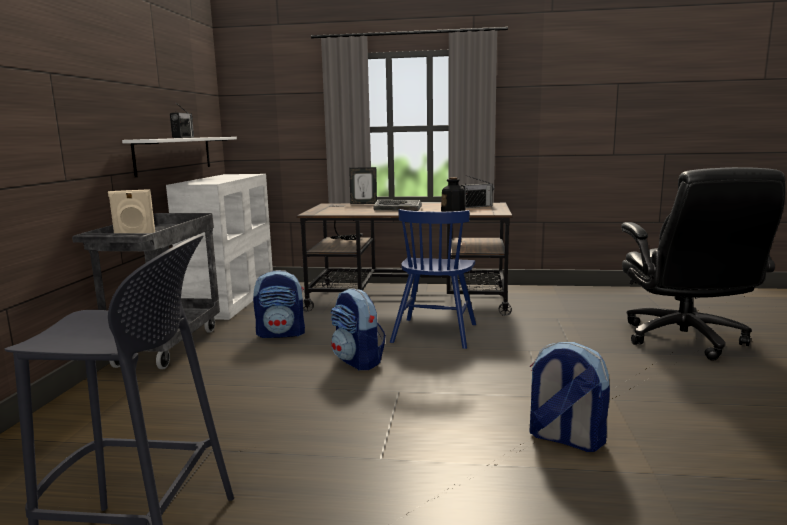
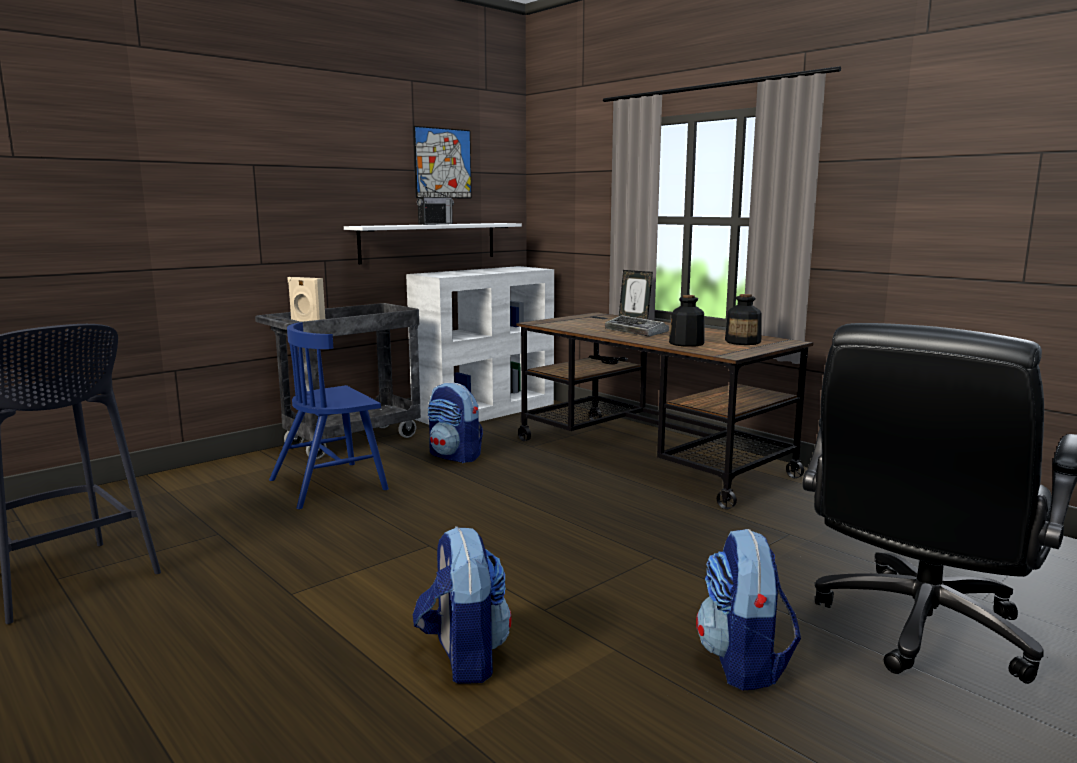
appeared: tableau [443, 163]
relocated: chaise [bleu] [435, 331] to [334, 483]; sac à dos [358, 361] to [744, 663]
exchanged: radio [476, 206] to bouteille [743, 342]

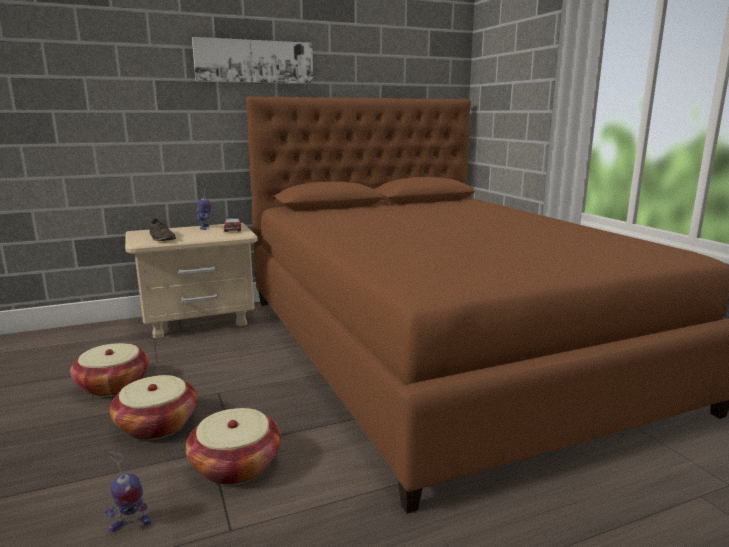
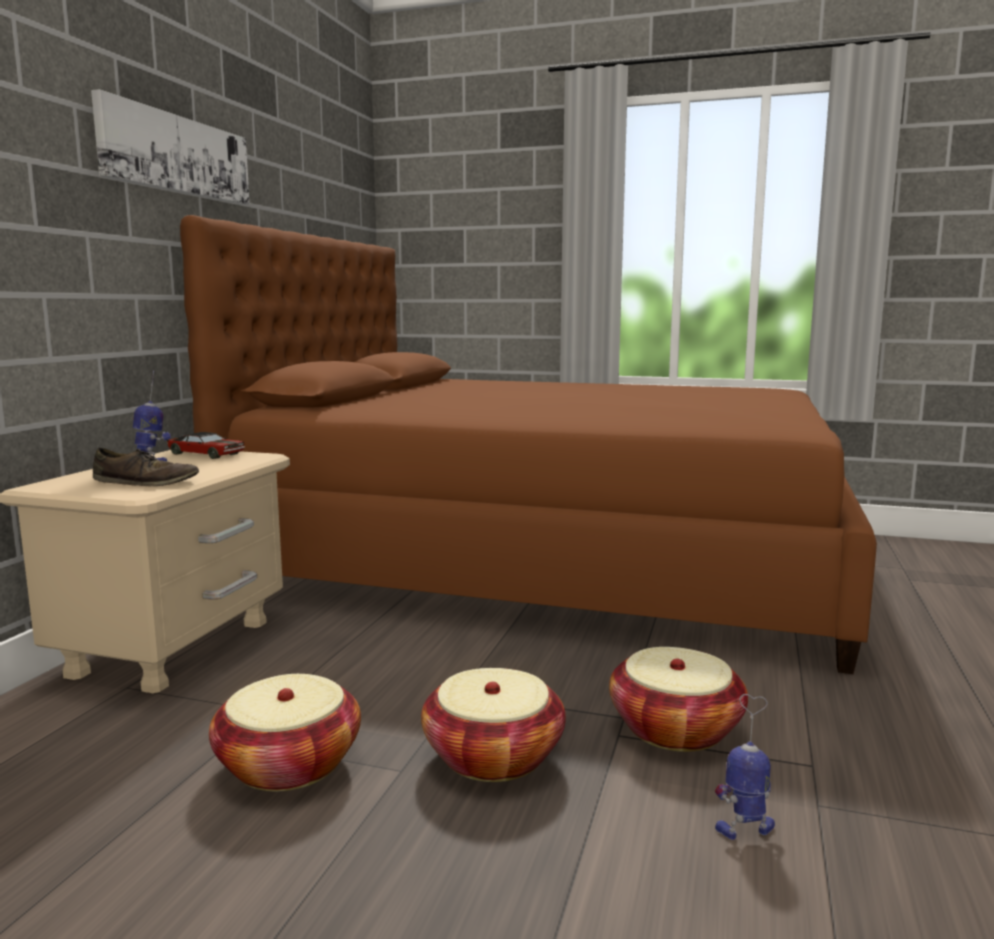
spun: robot jouet [130, 525] = [746, 829] 120 degrees counterclockwise

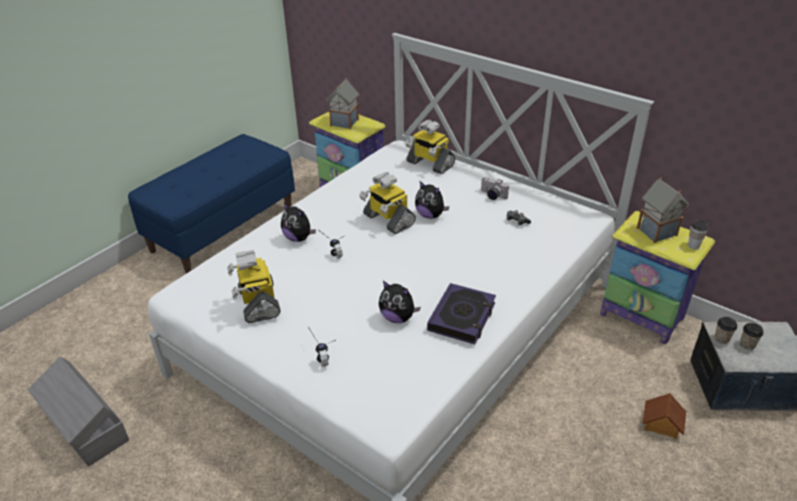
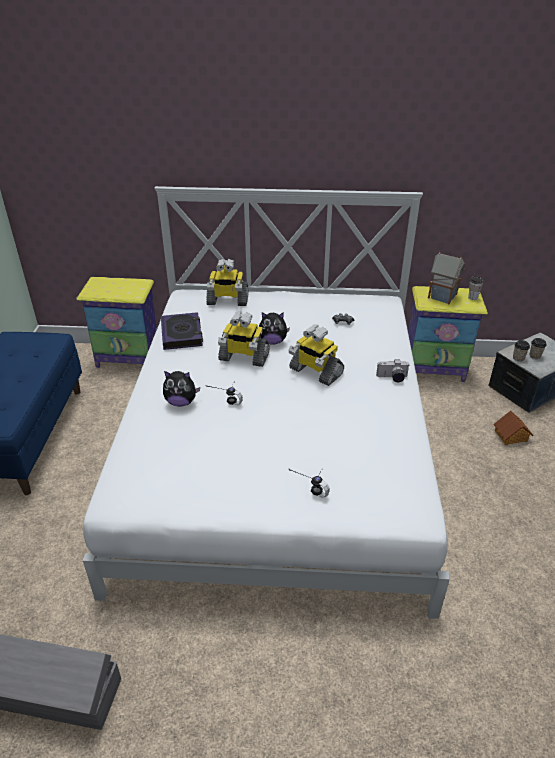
missing: maison miniature [344, 123]; peluche [398, 317]
relocated: livre [462, 317] to [182, 334]; robot jouet [258, 303] to [315, 372]; appareil photo [492, 196] to [392, 378]

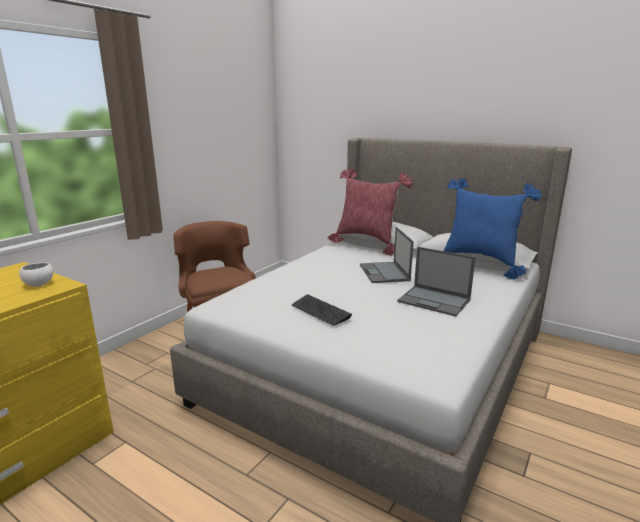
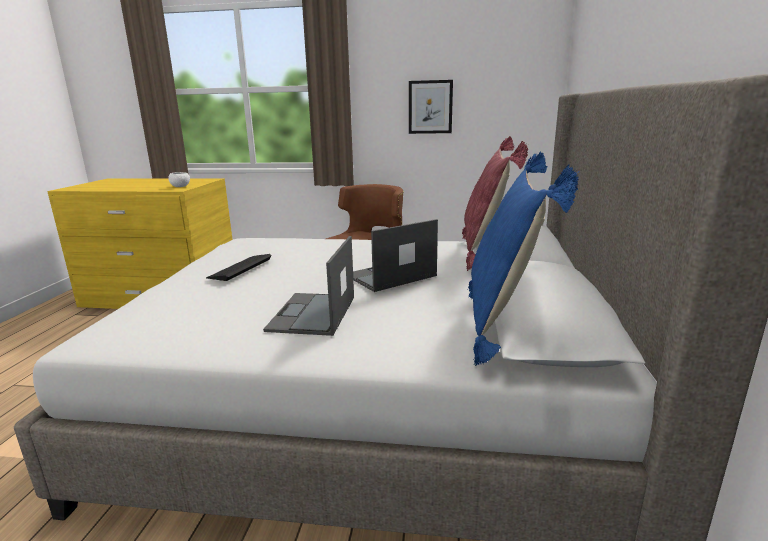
appeared: tableau [430, 107]

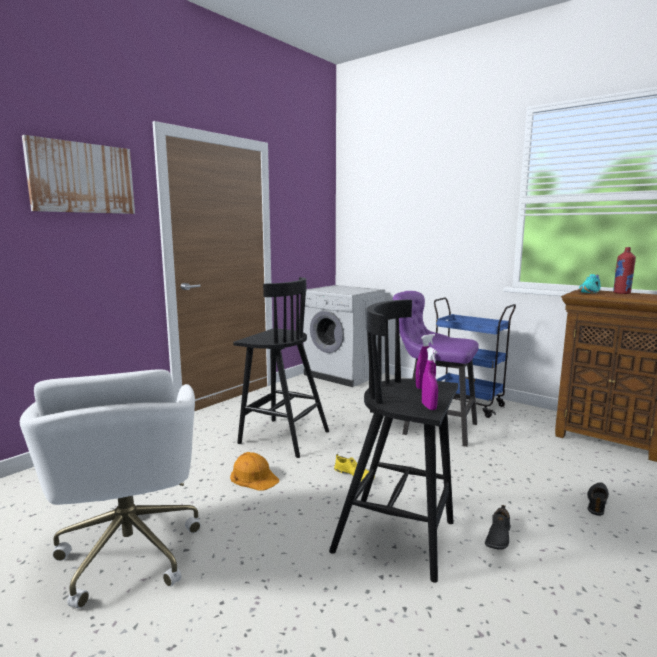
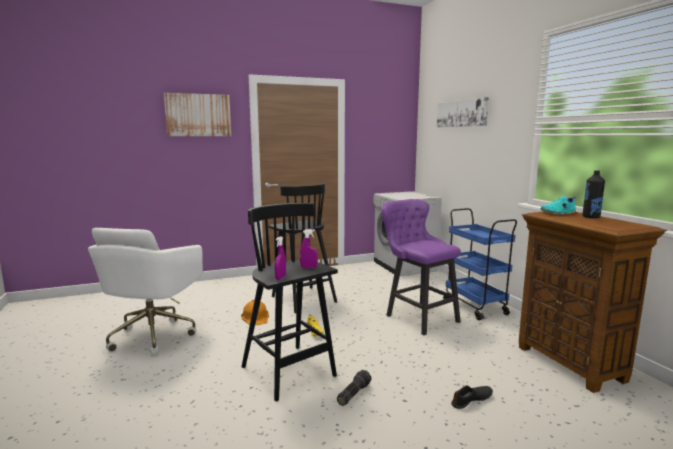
appeared: tableau [462, 113]
exchanged: chaussure [noir] [497, 537] to lampe de poche [353, 393]
colour: bouteille [rouge] [621, 293] to bouteille [noir] [591, 217]

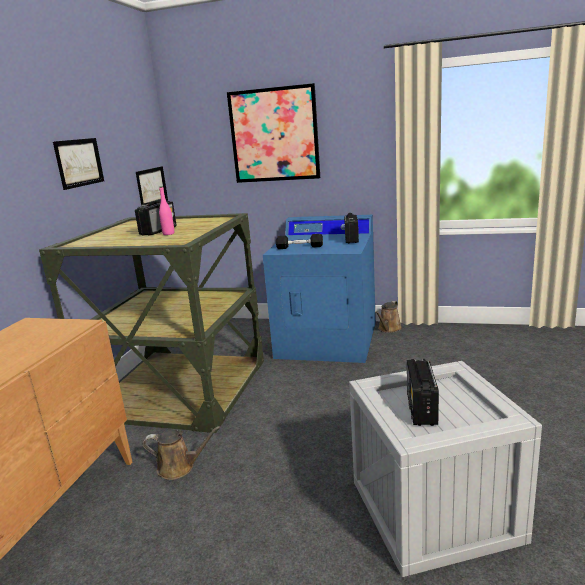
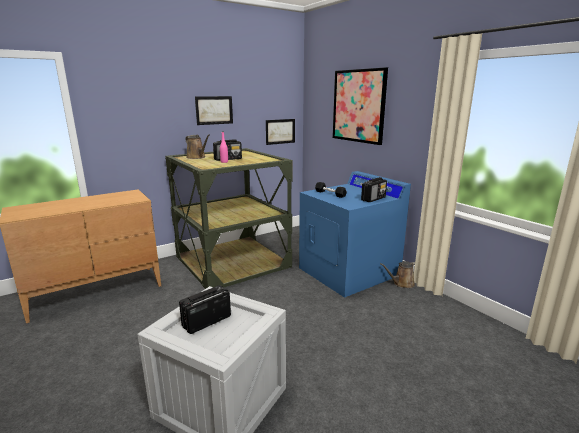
relocated: arrosoir [marron] [179, 467] to [197, 157]

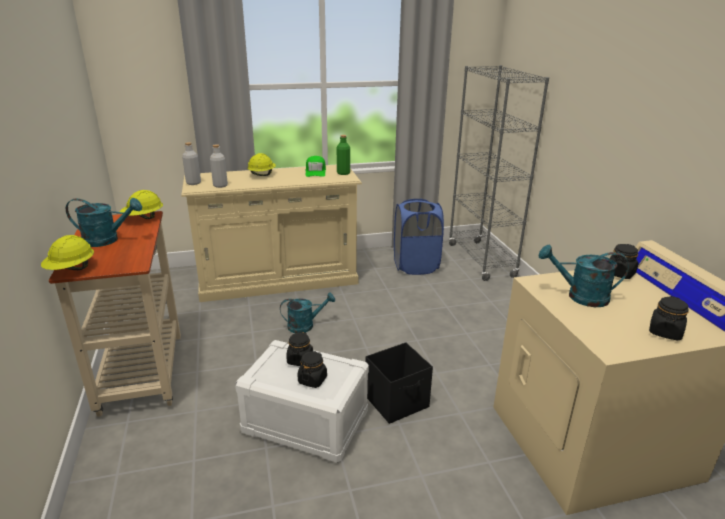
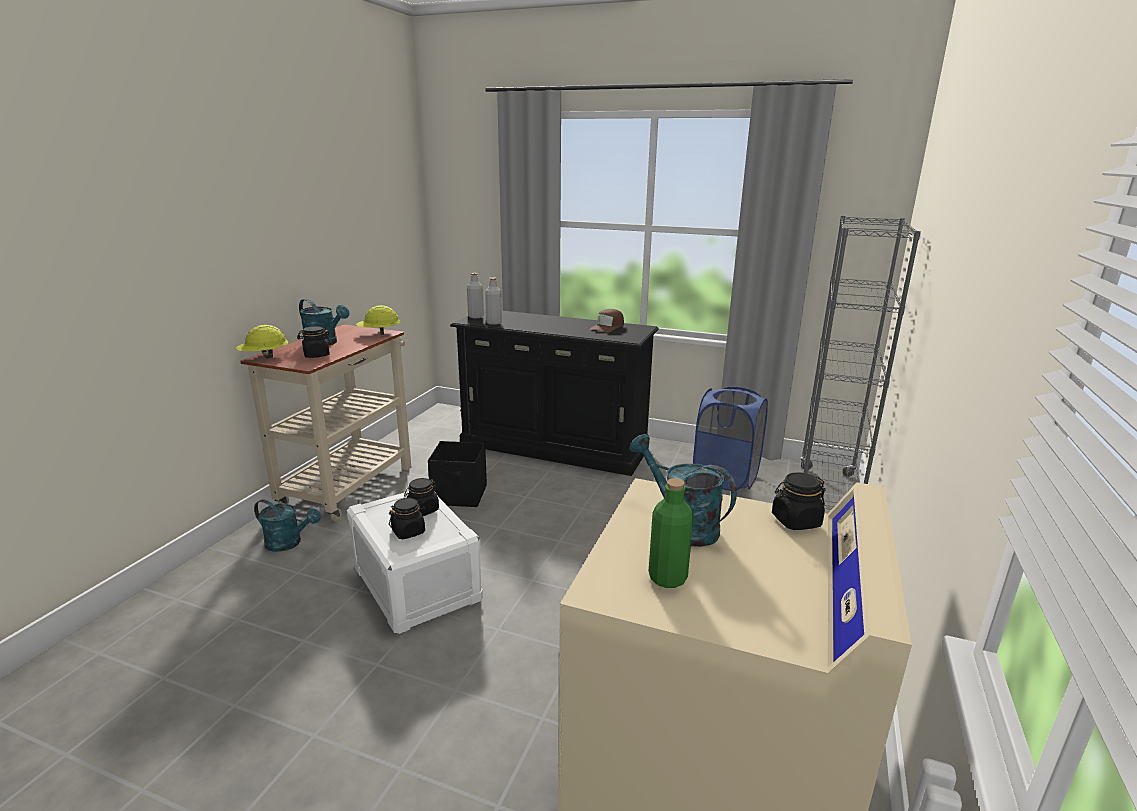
missing: casque de chantier [jaune] [262, 175]
relocated: arrosoir [turquoise] [305, 325] to [289, 543]; bocal [noir] [665, 332] to [316, 355]; boîte de rangement [noir] [397, 402] to [460, 495]; bouteille [vert] [343, 173] to [667, 578]
colour: meuble de rangement [beige] [279, 279] to meuble de rangement [noir] [554, 446]; casquette [vert] [315, 171] to casquette [marron] [607, 327]

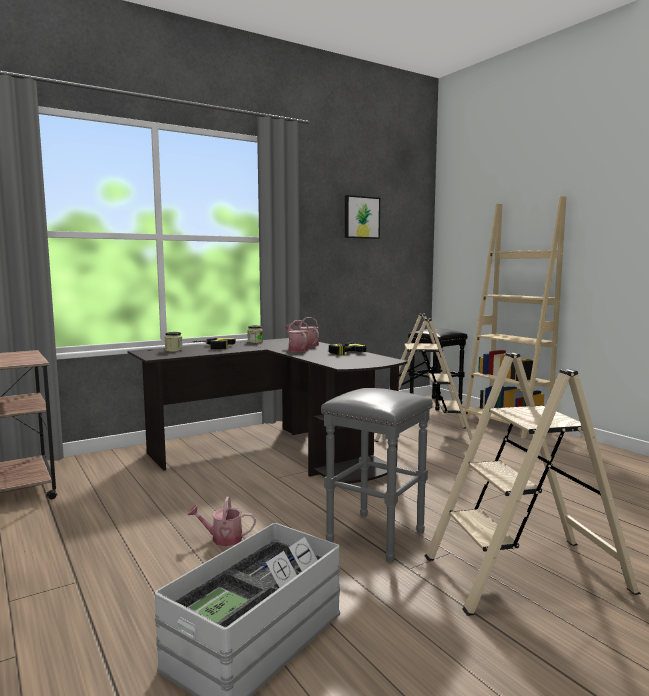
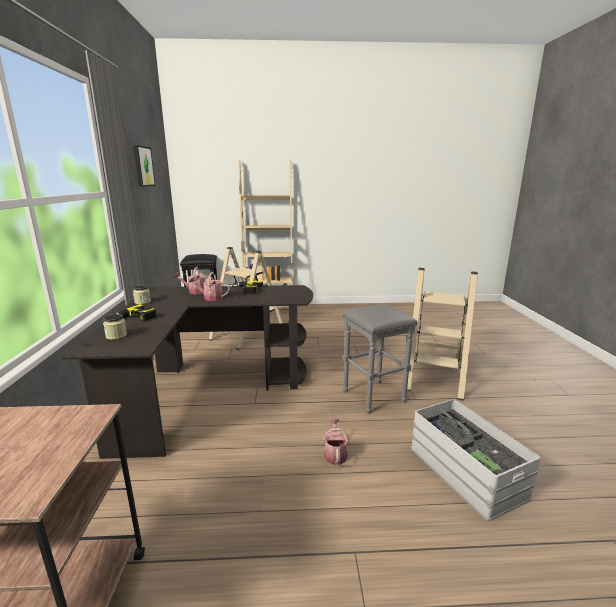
spun: arrosoir [222, 538] = [335, 454] 150 degrees clockwise

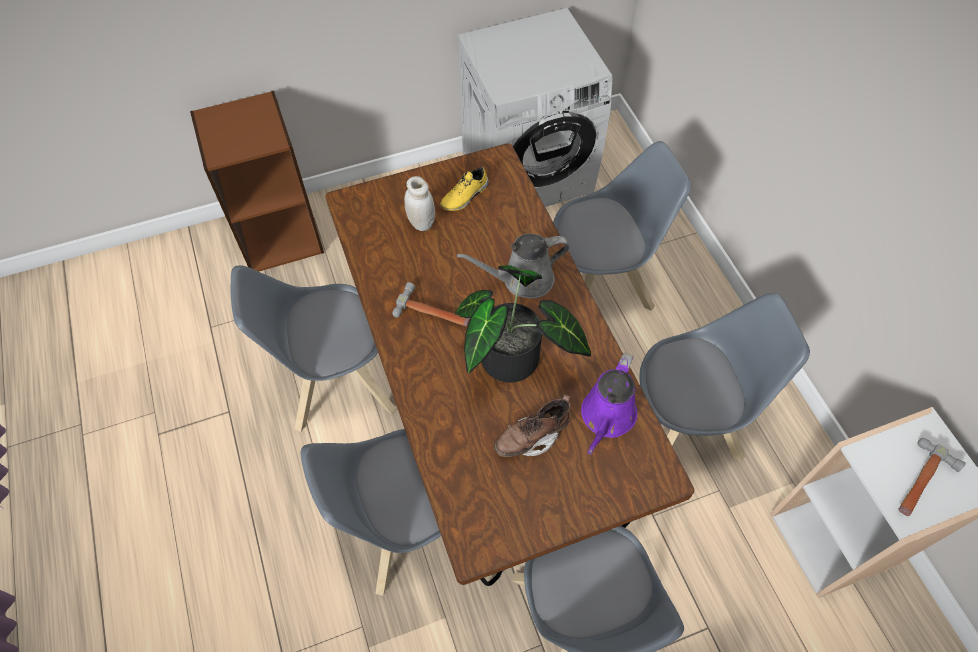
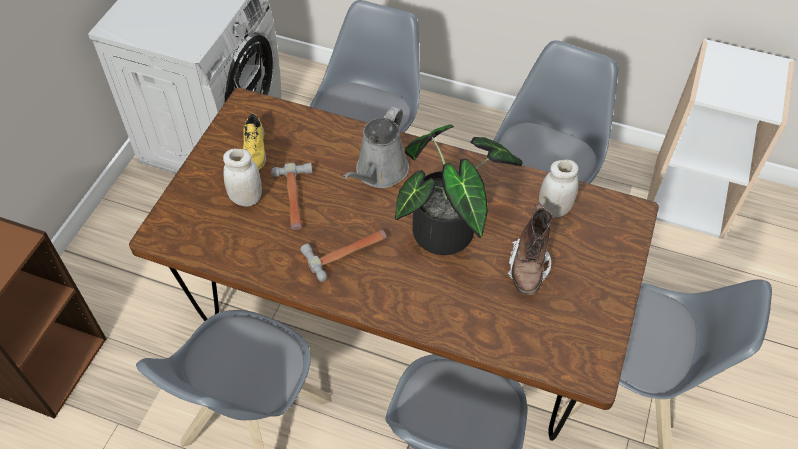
relocated: marteau [921, 483] to [294, 199]
exchanged: arrosoir [violet] [606, 418] to bocal [blanc] [554, 209]

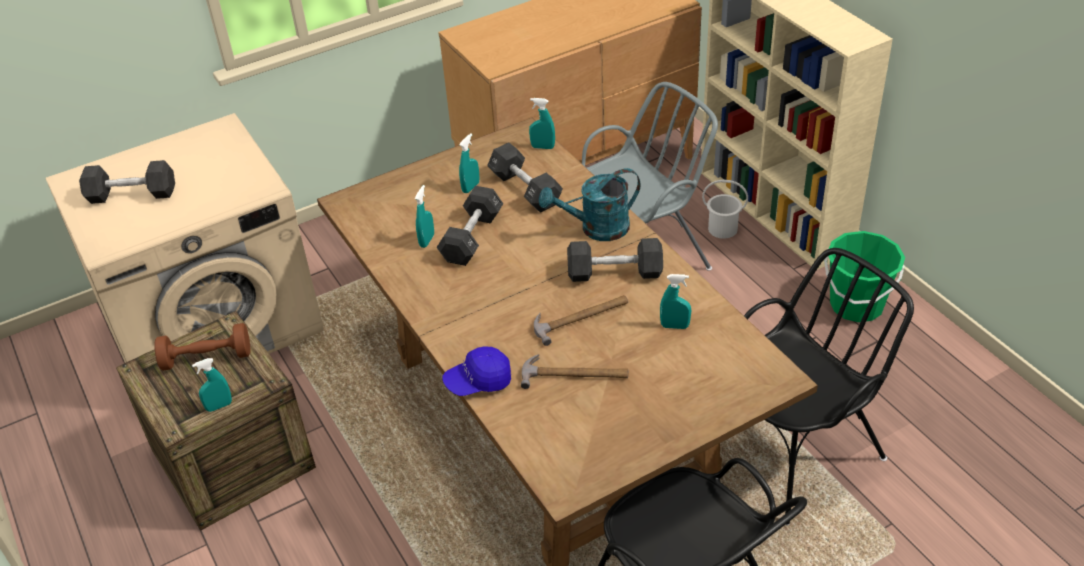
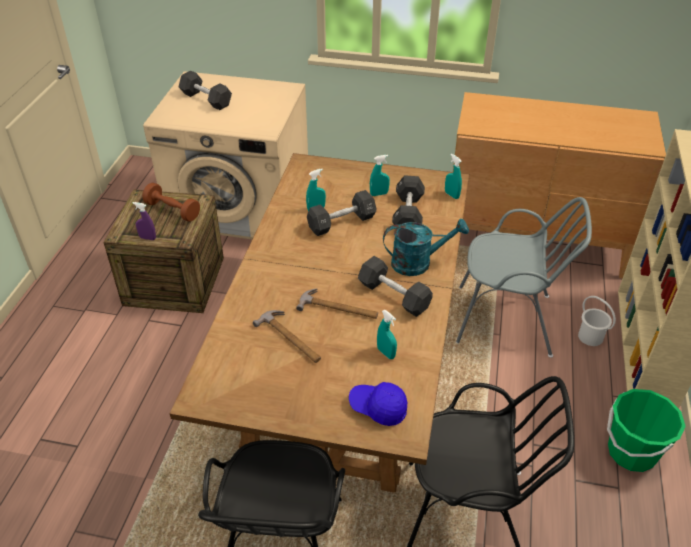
relocated: casquette [bleu] [478, 382] to [378, 408]
colour: vaporisateur [turquoise] [219, 406] to vaporisateur [violet] [147, 238]
spun: arrosoir [turquoise] [596, 229] = [418, 263] 150 degrees clockwise

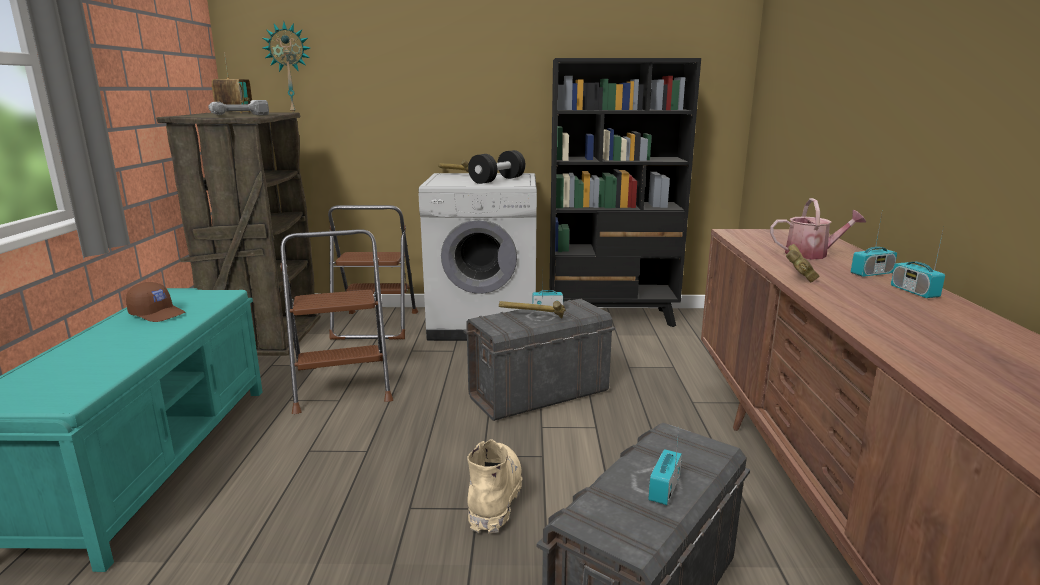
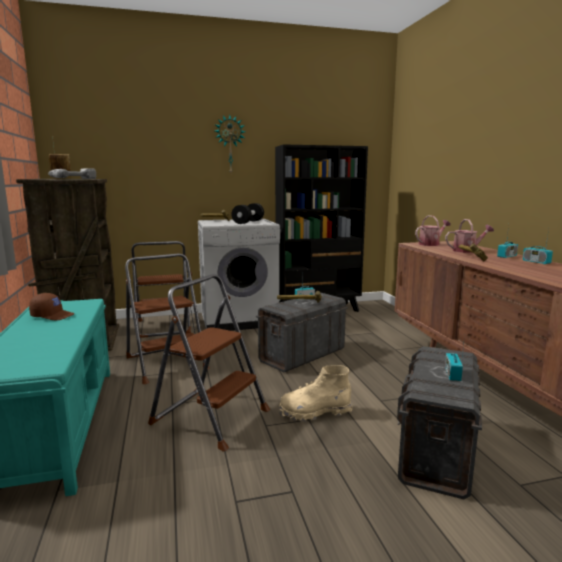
appeared: escabeau [marron] [207, 415]; arrosoir [431, 244]
relocated: horloge murale [290, 69] to [230, 145]
spun: botte [beige] [494, 497] = [315, 412] 90 degrees counterclockwise

